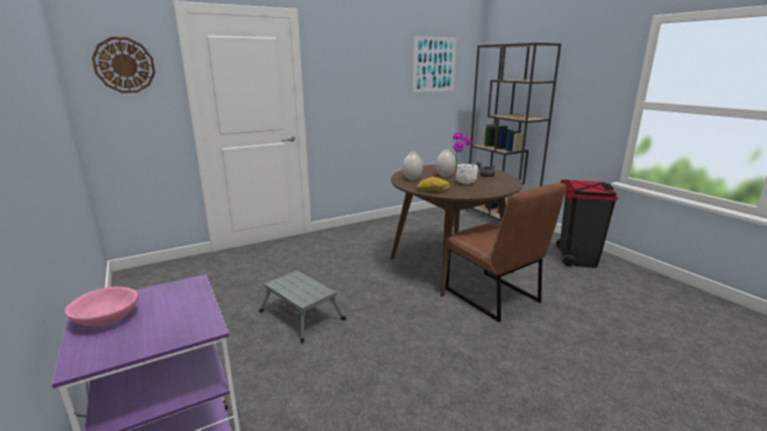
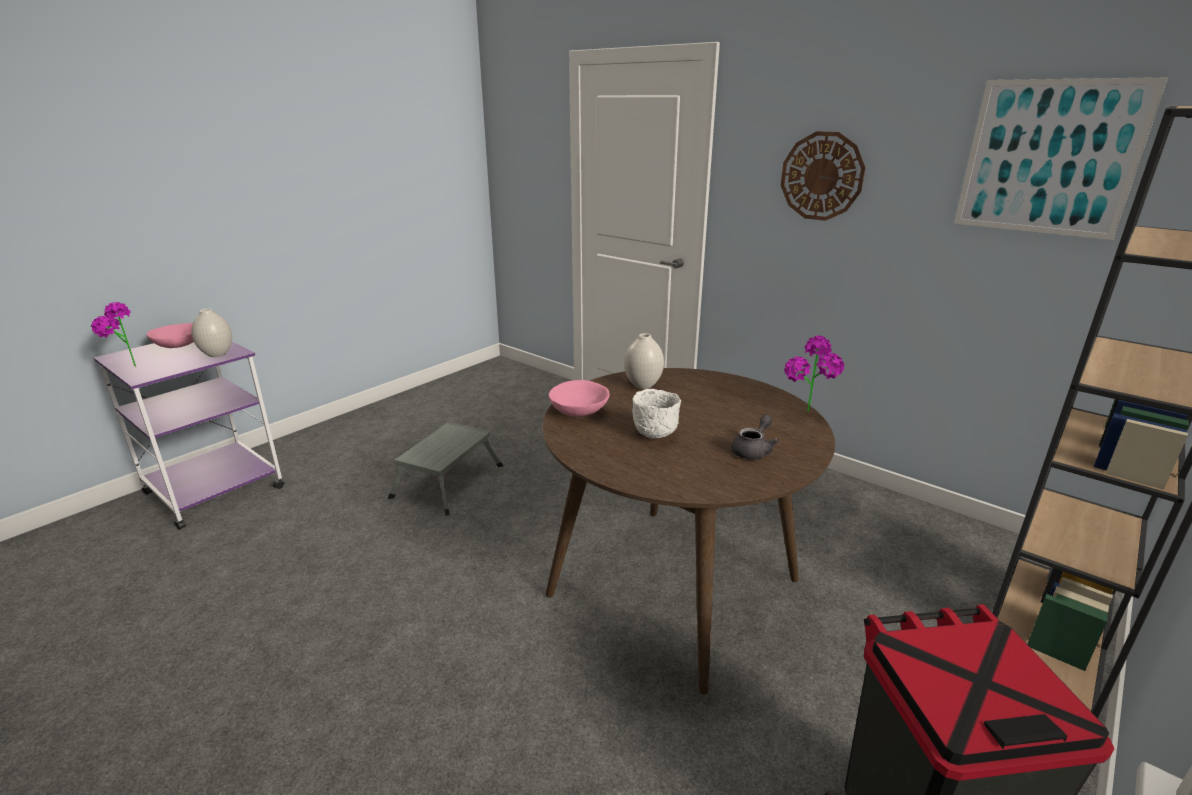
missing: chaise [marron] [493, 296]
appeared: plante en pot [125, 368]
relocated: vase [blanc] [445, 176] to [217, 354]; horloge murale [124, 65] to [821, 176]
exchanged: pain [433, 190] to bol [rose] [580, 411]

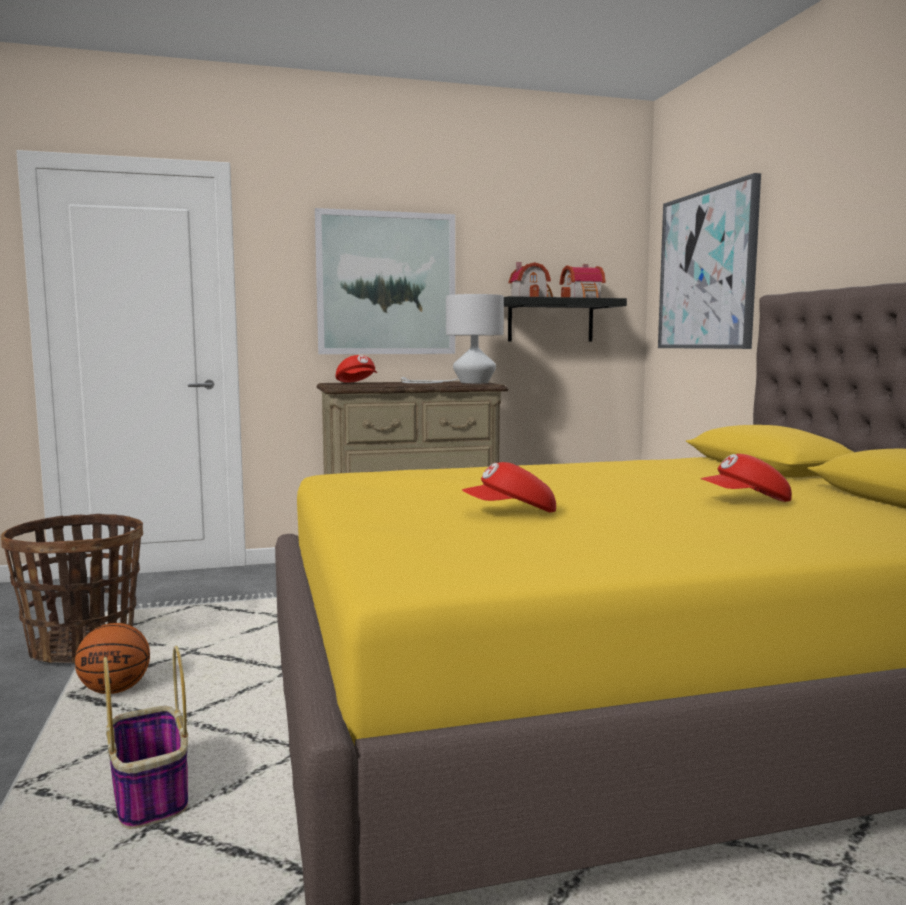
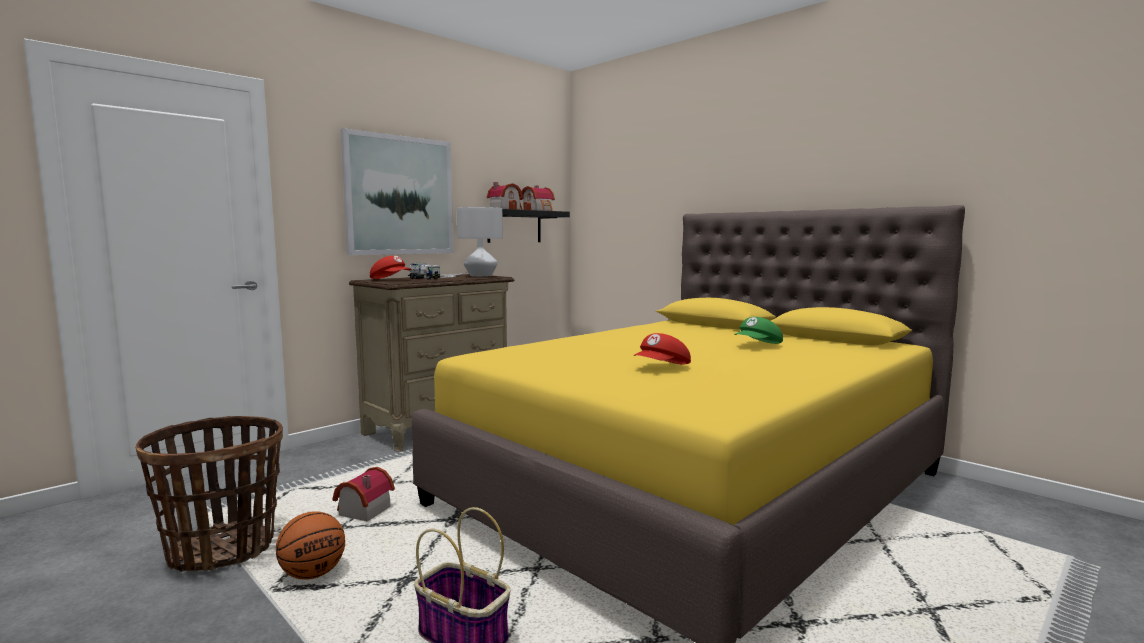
missing: tableau [707, 270]
appeared: maison miniature [361, 512]; camion jouet [424, 278]
colour: casquette [rouge] [746, 501] to casquette [vert] [758, 345]

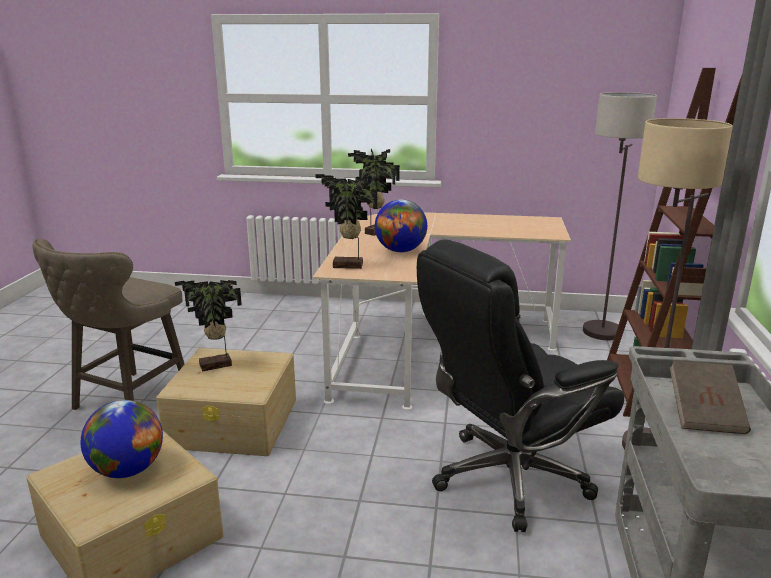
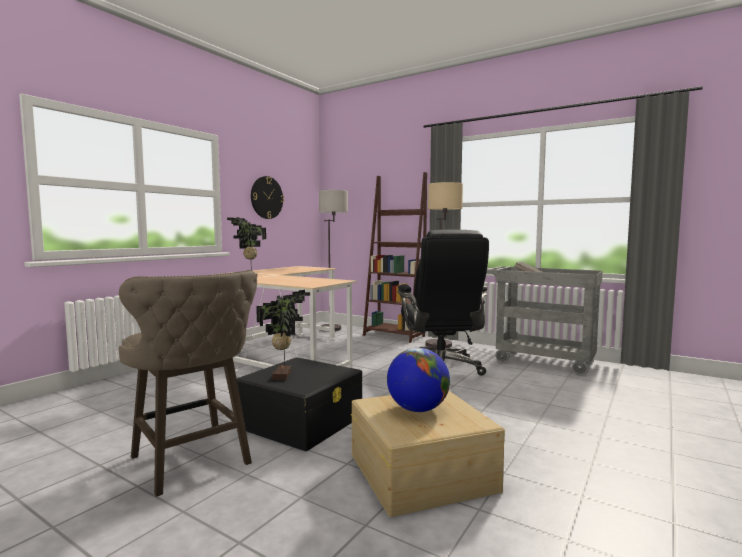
missing: plante en pot [348, 267]; globe [400, 251]
appeared: horloge murale [266, 197]
colour: boîte de rangement [beige] [234, 422] to boîte de rangement [noir] [302, 421]

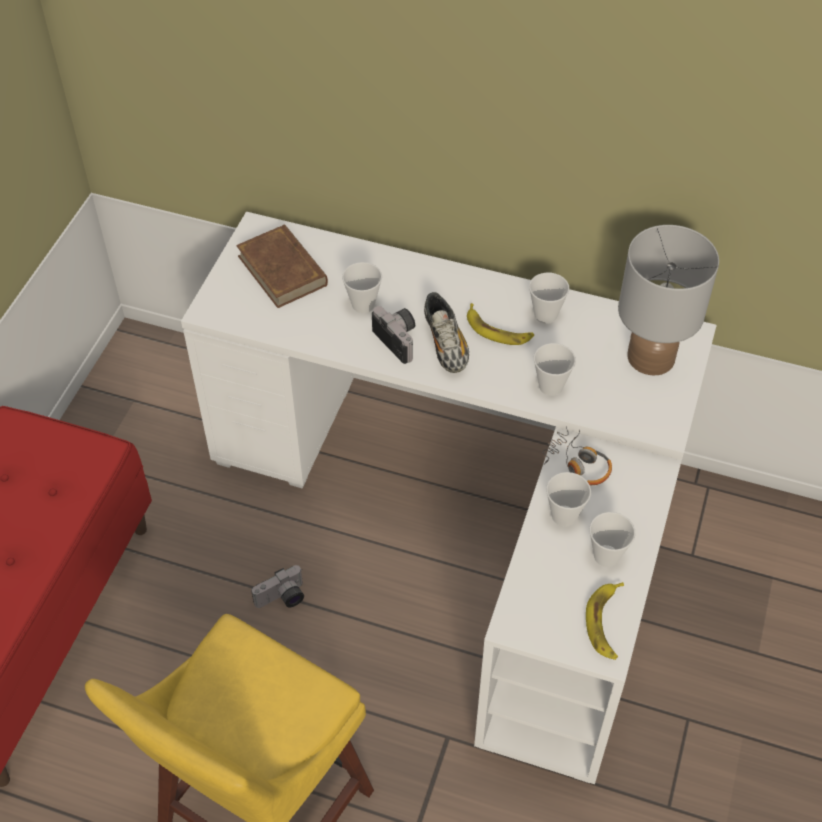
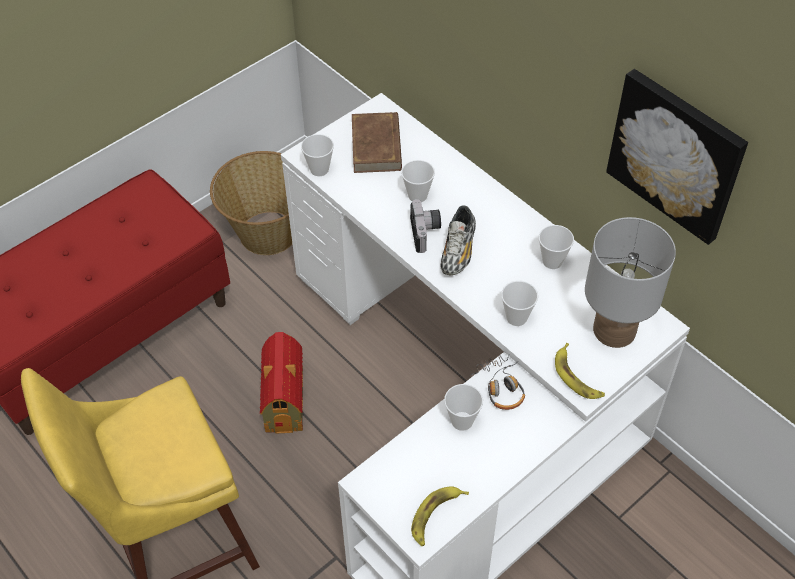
appeared: panier [267, 233]; tableau [677, 154]
relocated: tasse [606, 556] to [319, 169]; banane [497, 330] to [577, 377]
exchanged: appareil photo [282, 599] to maison miniature [284, 398]

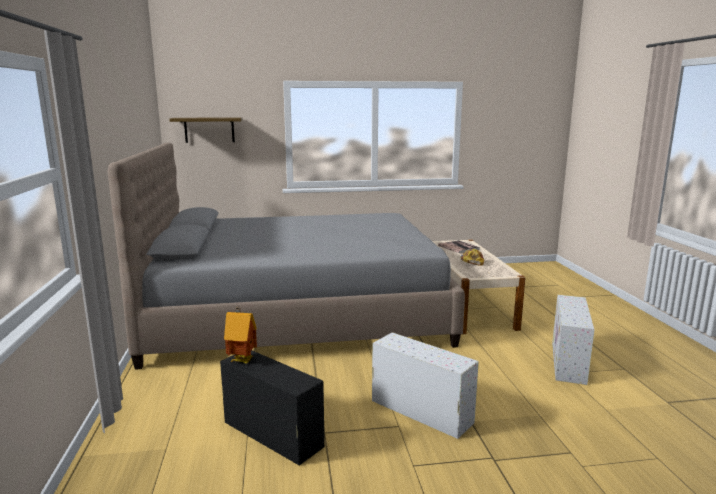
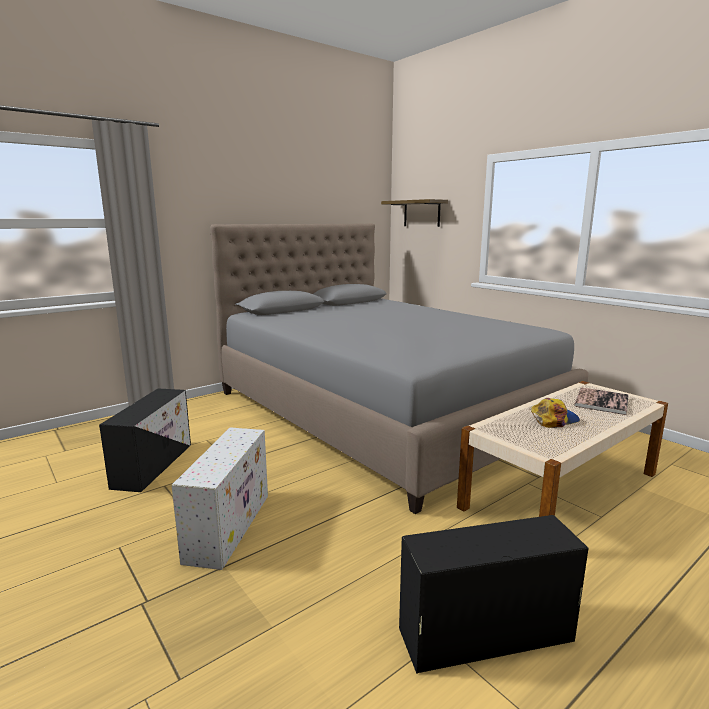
missing: maison miniature [242, 360]
colour: boîte de rangement [blanc] [568, 362] to boîte de rangement [noir] [483, 635]

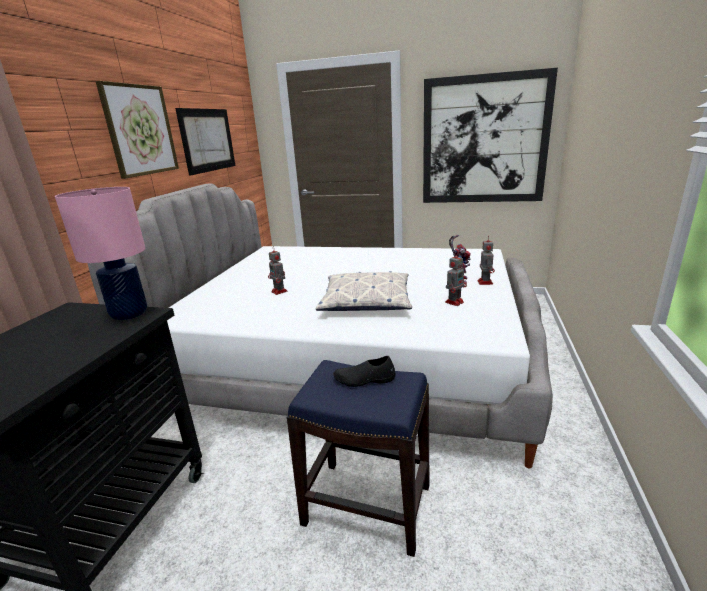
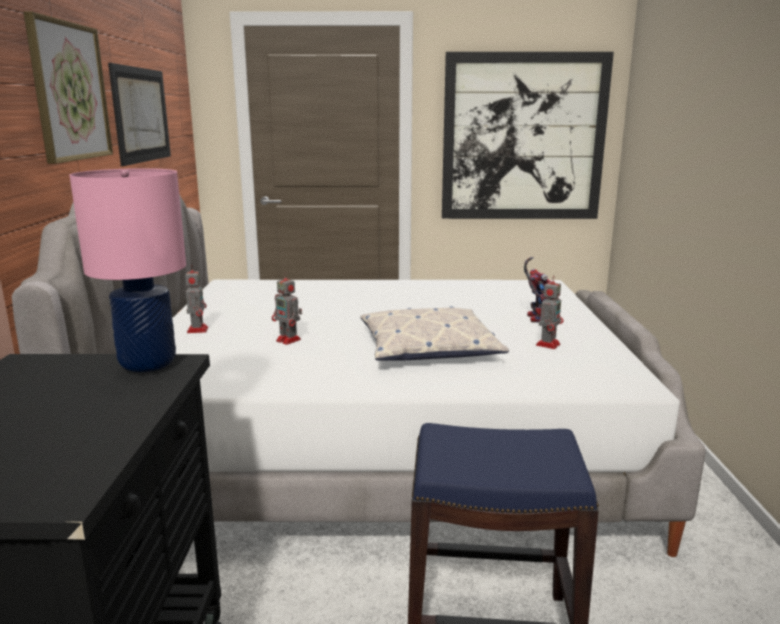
missing: chaussure [noir] [364, 379]
relocated: robot jouet [485, 282] to [198, 329]

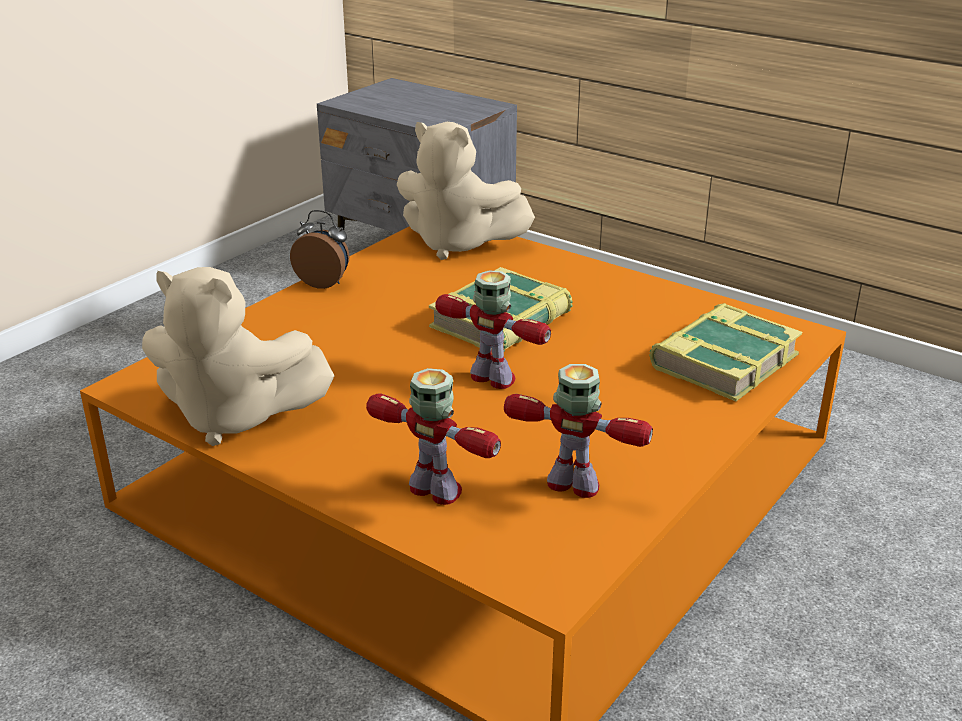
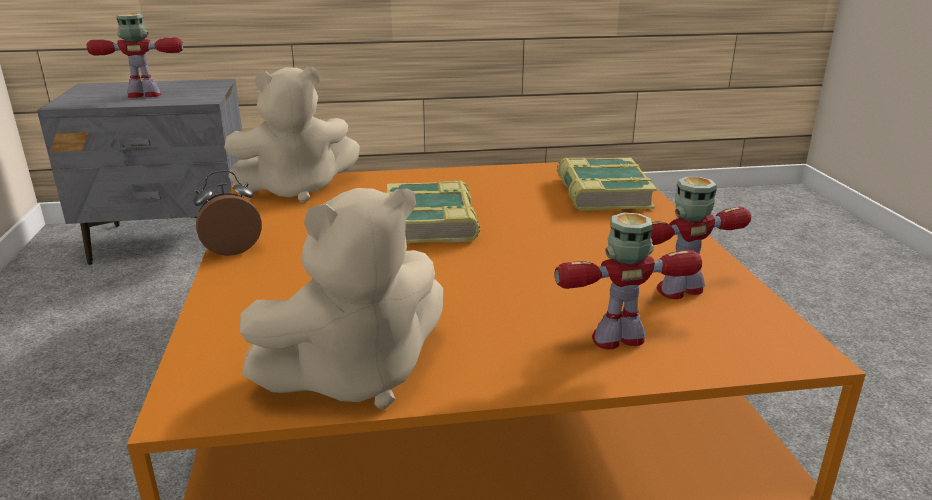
relocated: robot jouet [493, 379] to [145, 95]

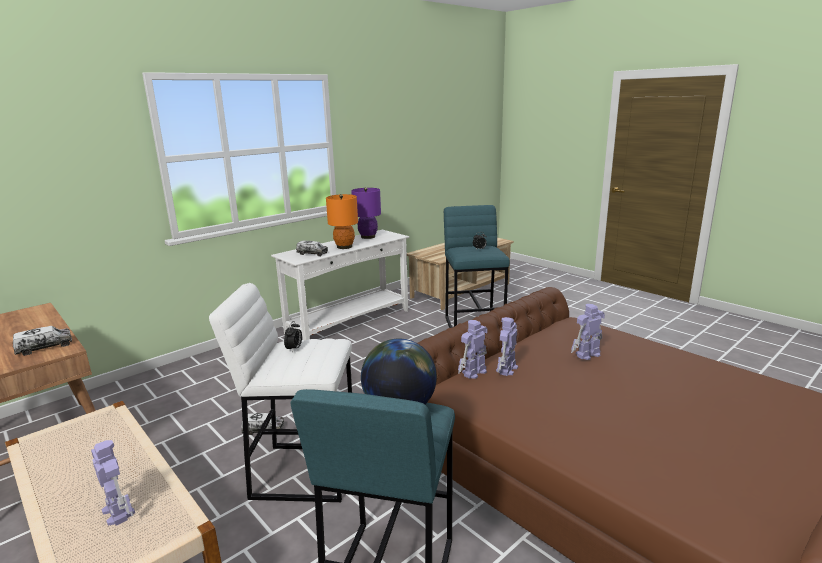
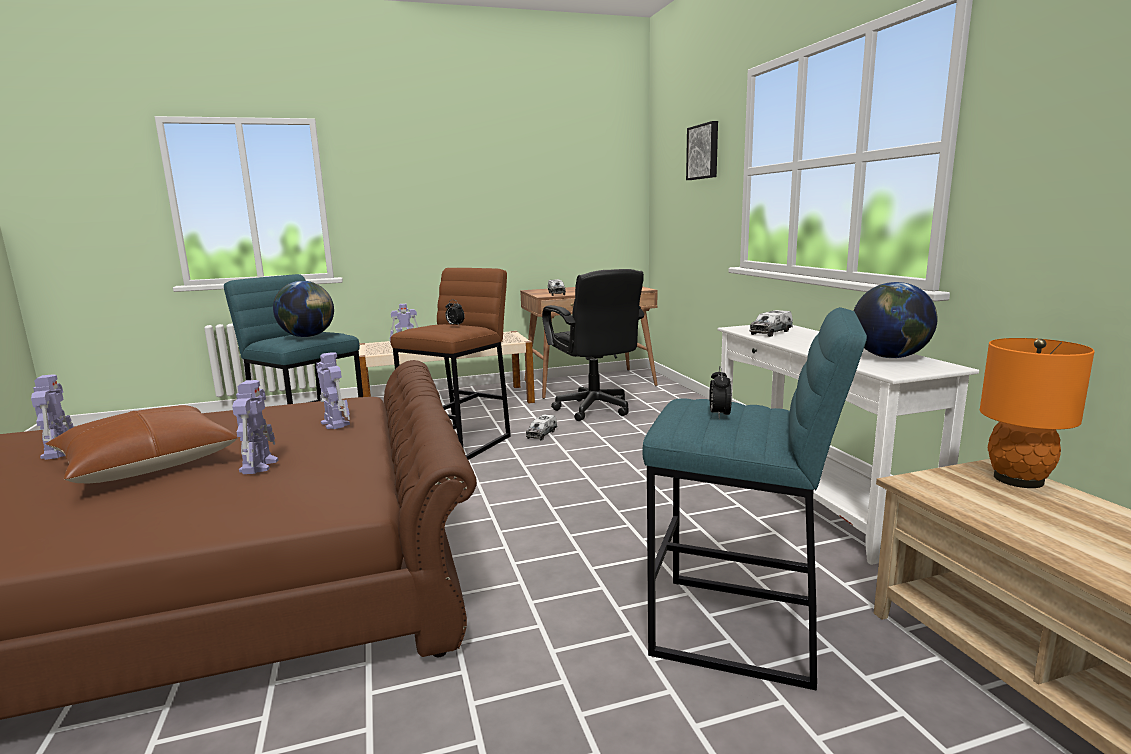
appeared: coussin [marron] [146, 463]; chaise de bureau [noir] [596, 410]; tableau [704, 151]
relocated: robot jouet [473, 372] to [61, 452]; lampe de table [orange] [344, 247] to [1018, 479]
exchanged: lampe de table [violet] [368, 237] to globe [890, 357]
colour: tabouret [blanc] [301, 472] to tabouret [marron] [460, 442]

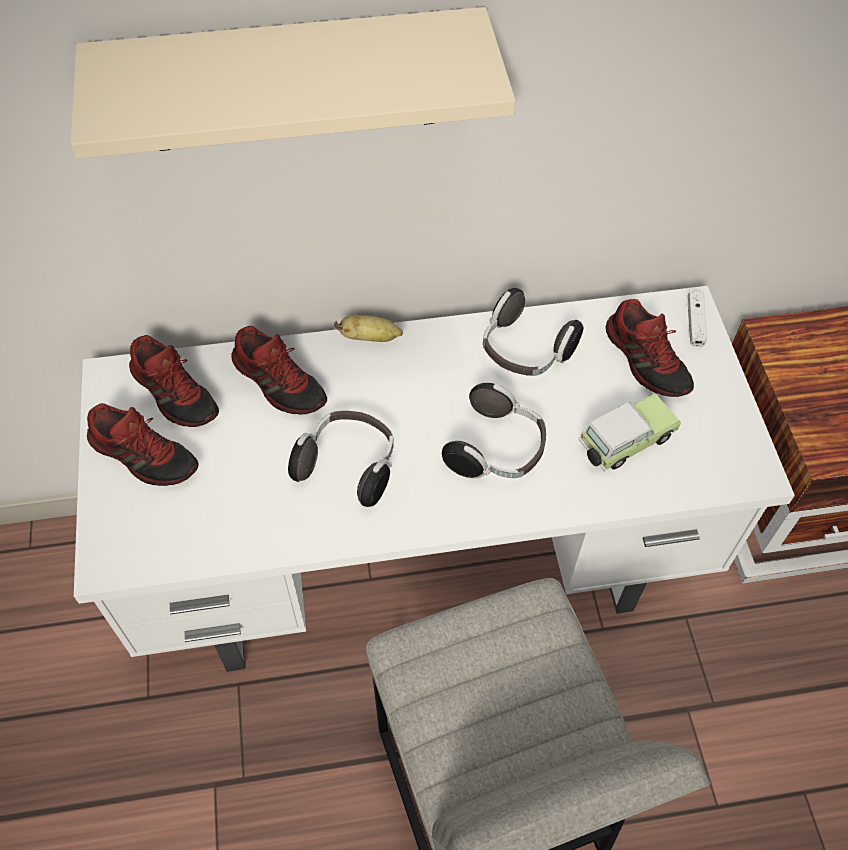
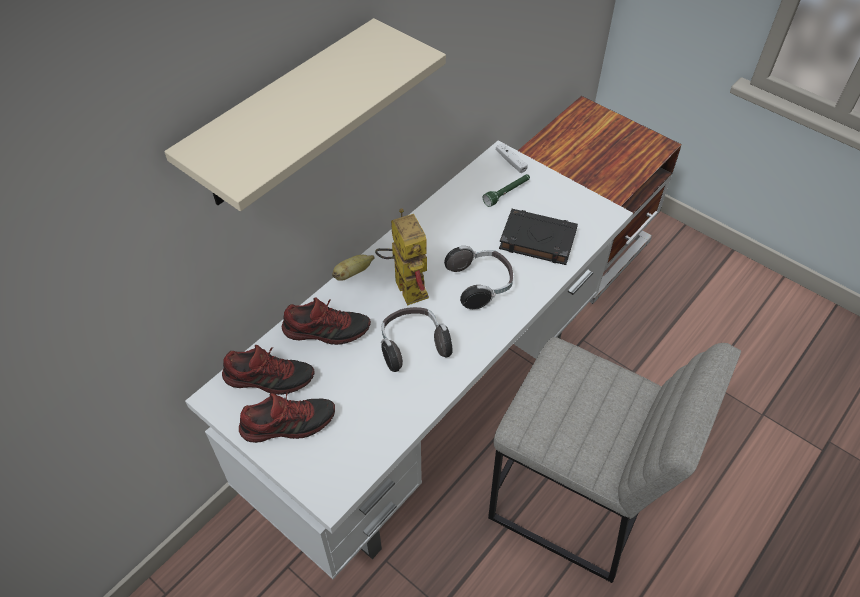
missing: casque audio [524, 351]
appeared: robot jouet [404, 285]
exchanged: chaussure [647, 360] to lampe de poche [vert] [507, 193]; petite voiture [623, 443] to livre [noir] [536, 240]

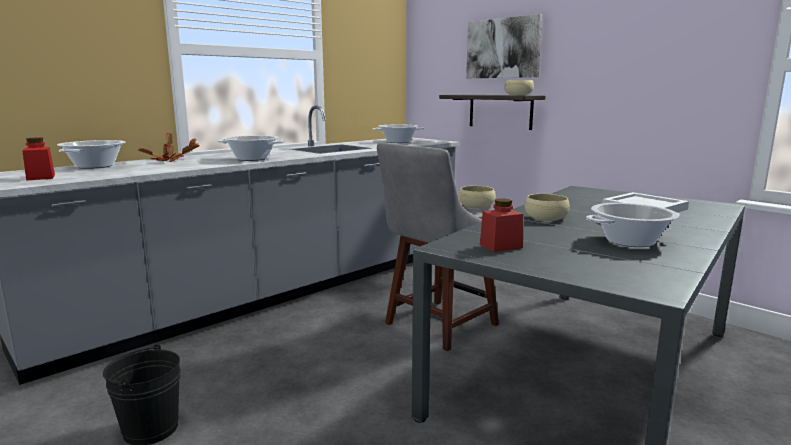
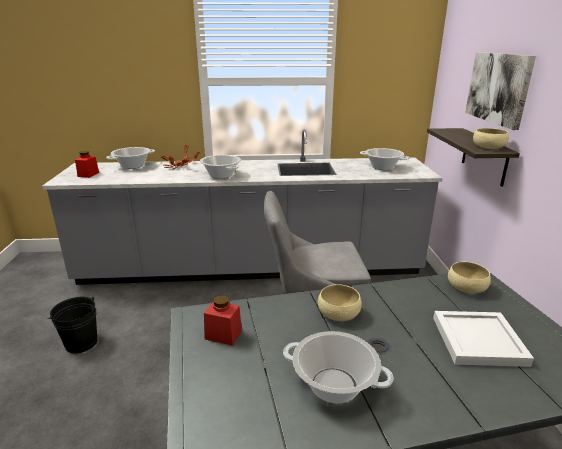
relocated: bol [beige] [476, 206] to [466, 287]

